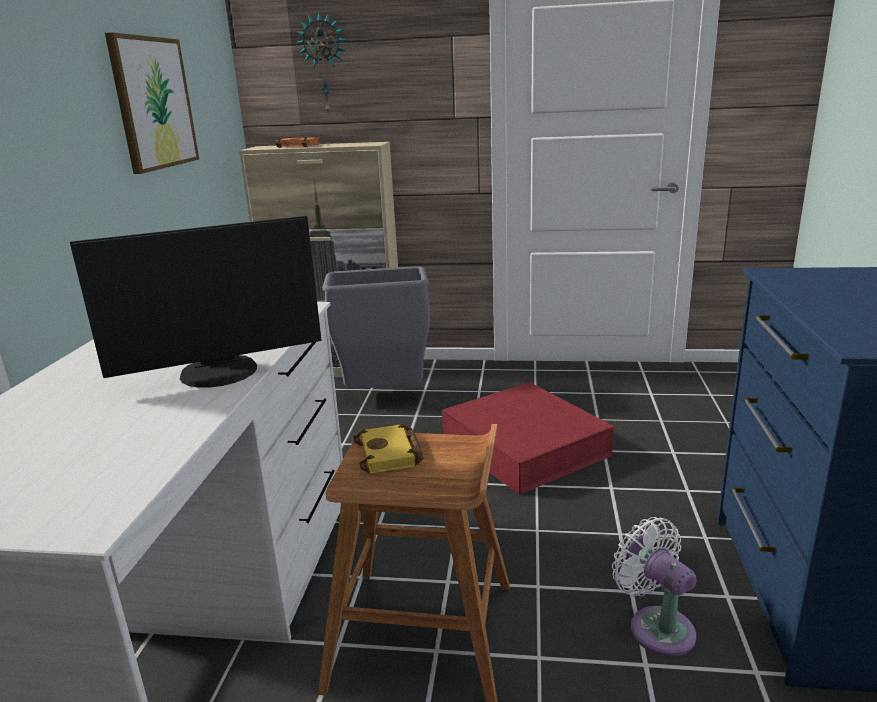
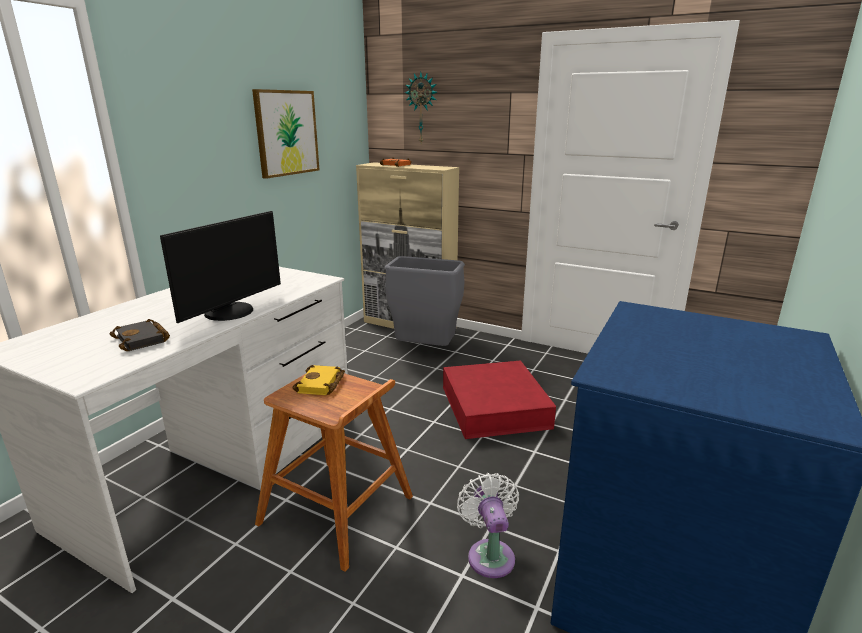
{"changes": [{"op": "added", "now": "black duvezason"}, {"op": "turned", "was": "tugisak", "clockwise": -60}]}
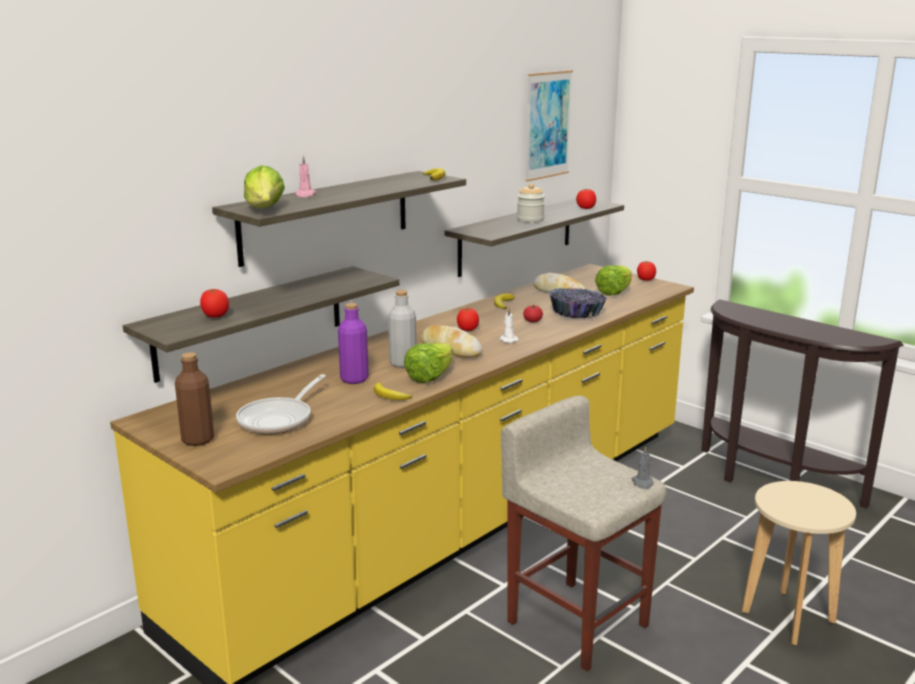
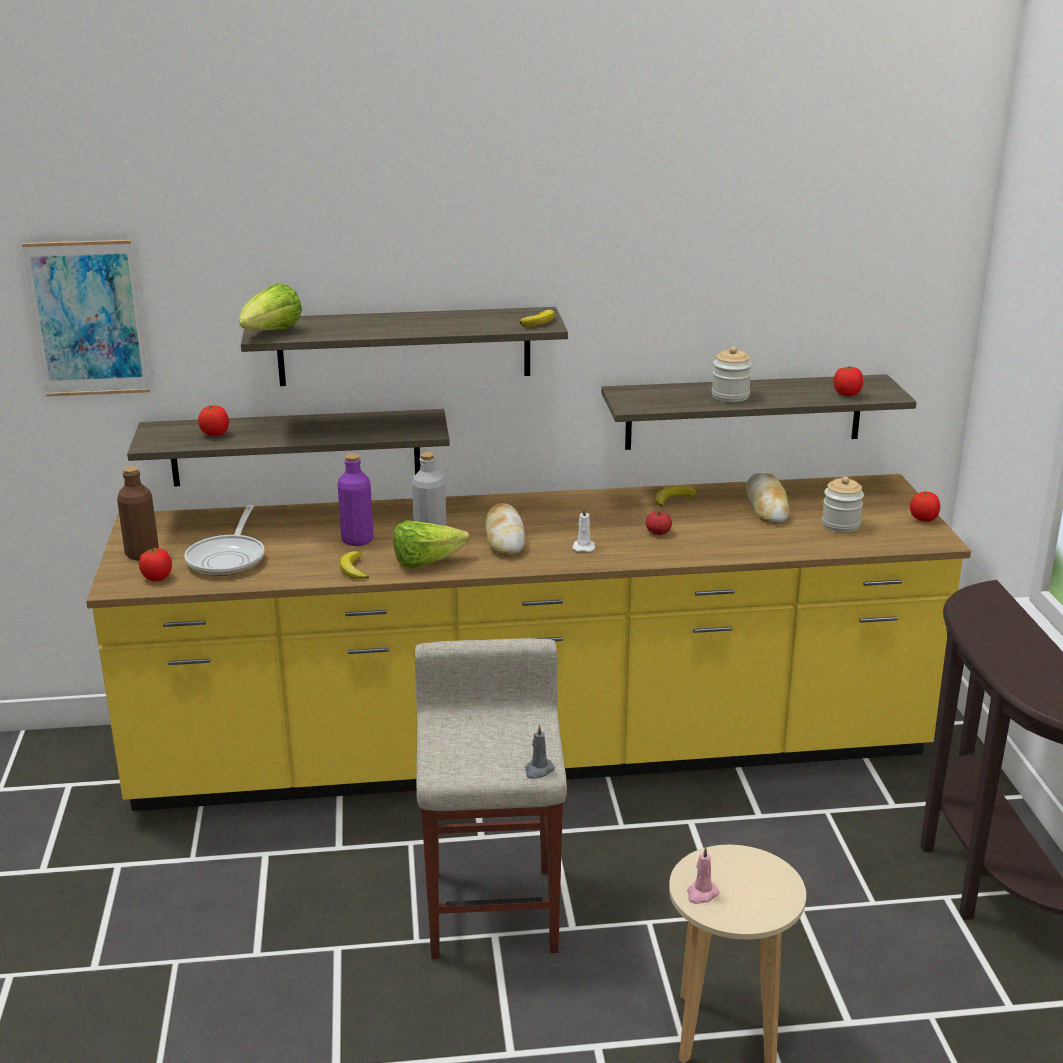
{"changes": [{"op": "removed", "was": "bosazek"}, {"op": "moved", "was": "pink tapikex"}, {"op": "moved", "was": "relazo (2nd from left in the first image)", "now": "relazo (1st from left)"}, {"op": "moved", "was": "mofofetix"}, {"op": "replaced", "was": "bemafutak (3rd from left)", "now": "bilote (2nd from left)"}, {"op": "turned", "was": "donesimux", "clockwise": -60}]}
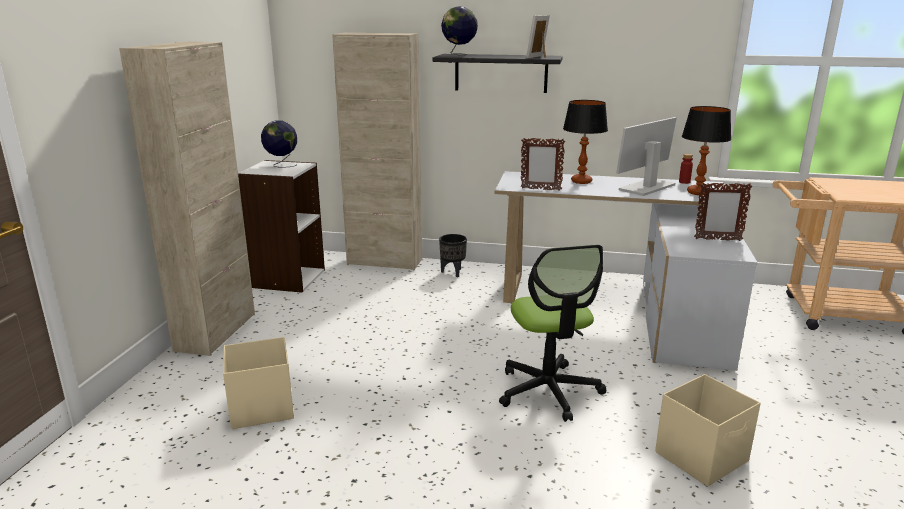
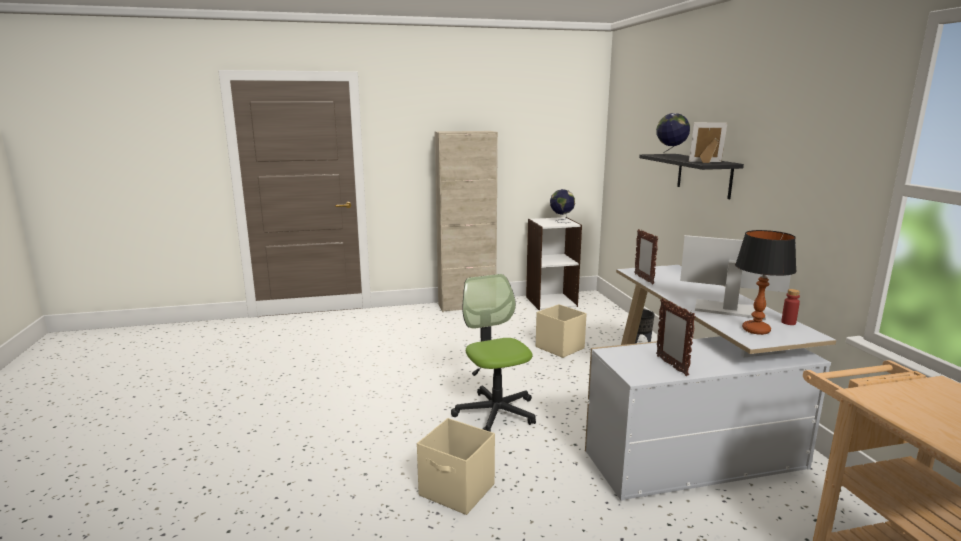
{"changes": [{"op": "removed", "was": "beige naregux (2nd from left)"}, {"op": "removed", "was": "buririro (1st from left)"}, {"op": "moved", "was": "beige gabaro (1st from left in the first image)", "now": "beige gabaro (2nd from left)"}, {"op": "turned", "was": "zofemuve", "clockwise": 105}]}
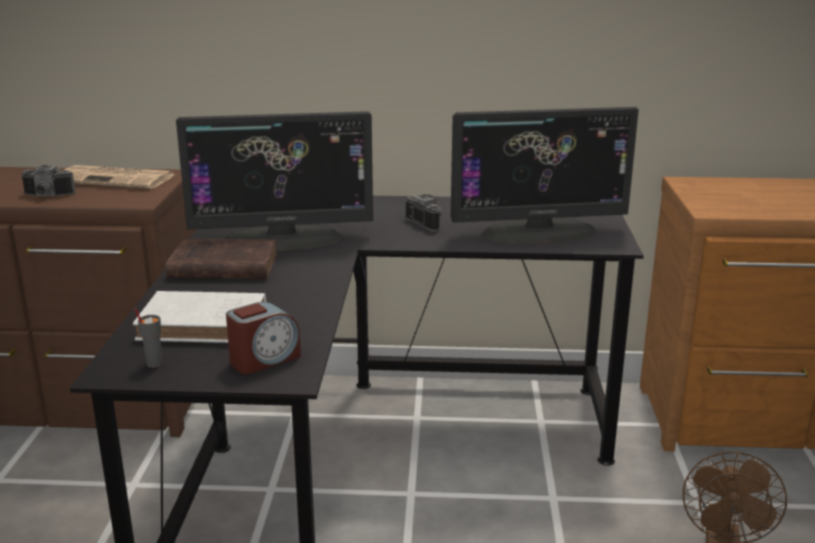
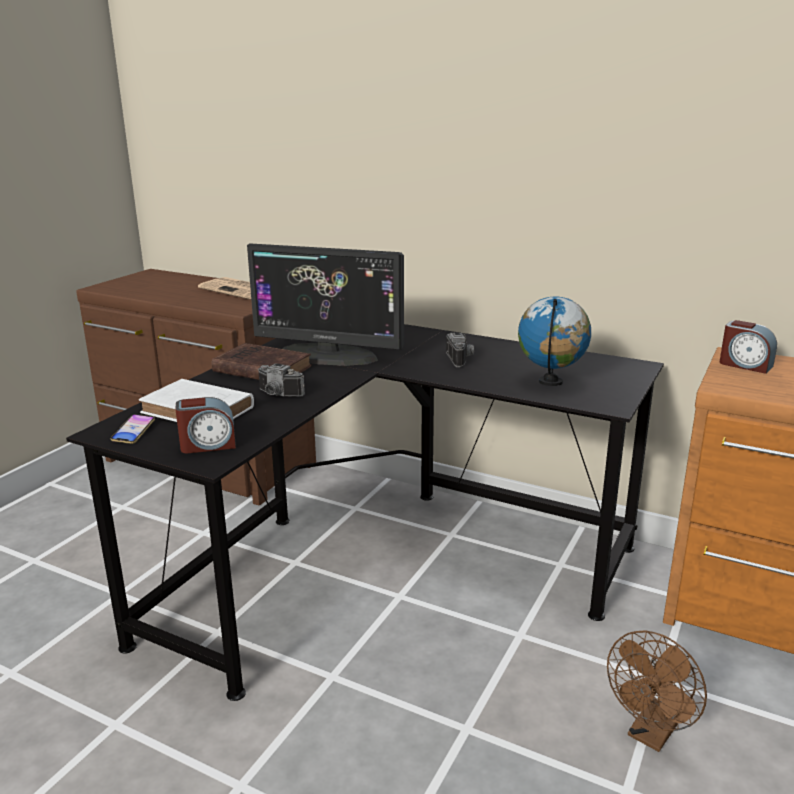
{"changes": [{"op": "added", "now": "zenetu (2nd from left)"}, {"op": "moved", "was": "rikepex (1st from left)"}, {"op": "replaced", "was": "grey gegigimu", "now": "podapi"}, {"op": "replaced", "was": "tugisak (2nd from left)", "now": "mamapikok"}]}
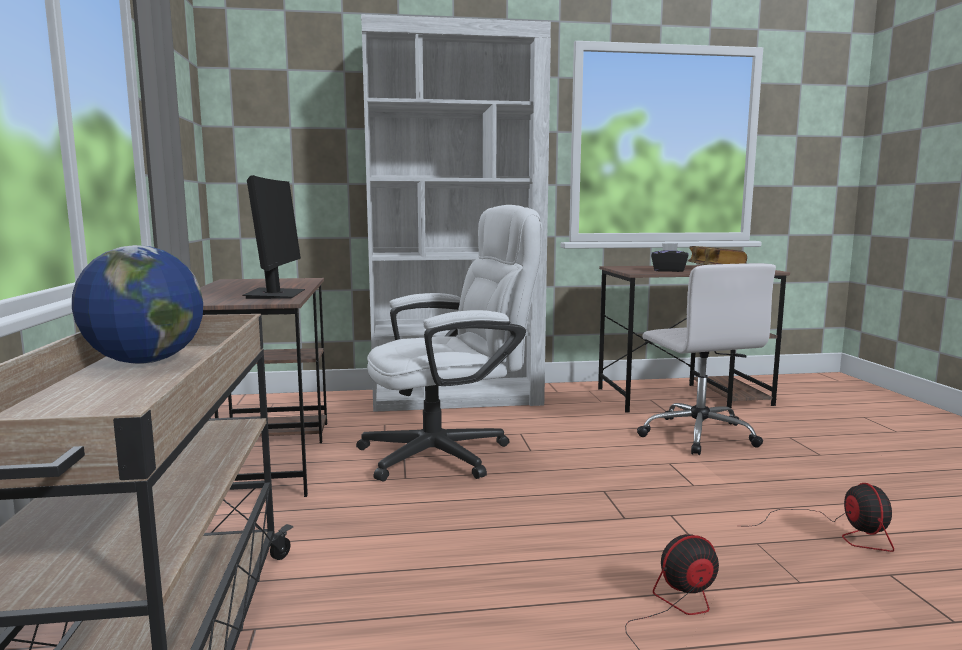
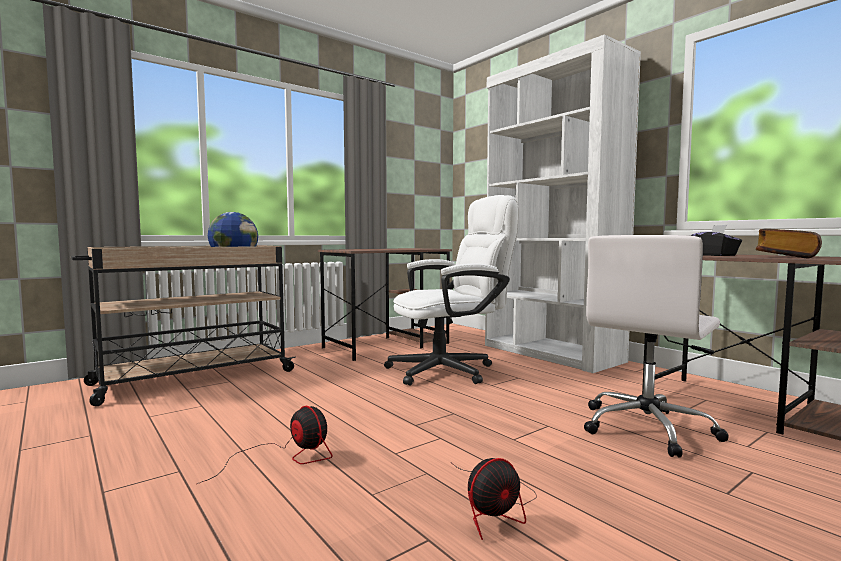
{"changes": [{"op": "removed", "was": "tugisak"}, {"op": "turned", "was": "white zofemuve (1st from left)", "clockwise": -60}]}
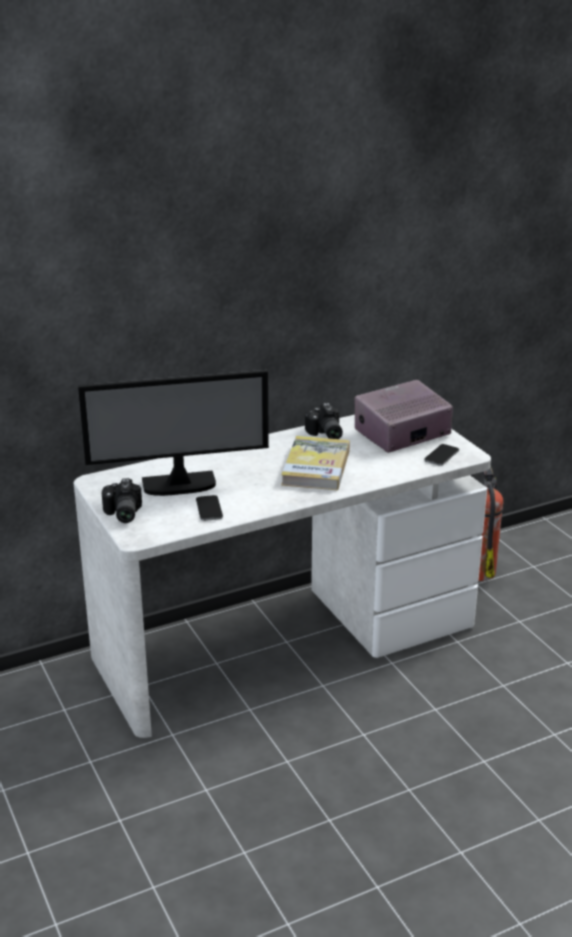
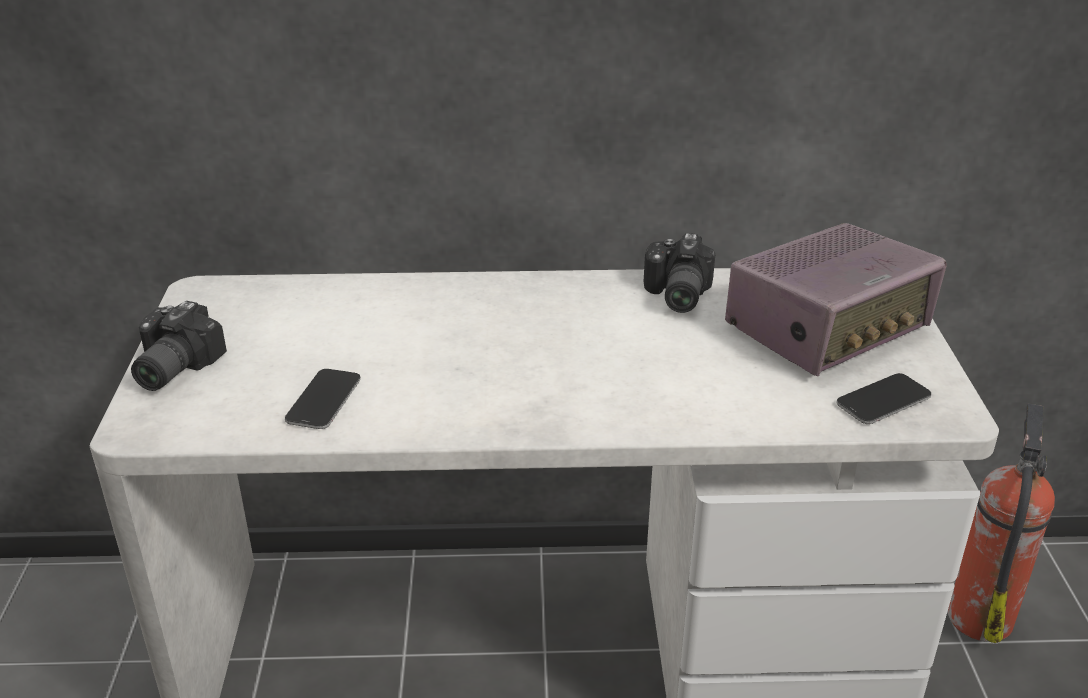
{"changes": [{"op": "removed", "was": "tugisak"}, {"op": "removed", "was": "duvezason"}, {"op": "turned", "was": "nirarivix", "clockwise": 150}]}
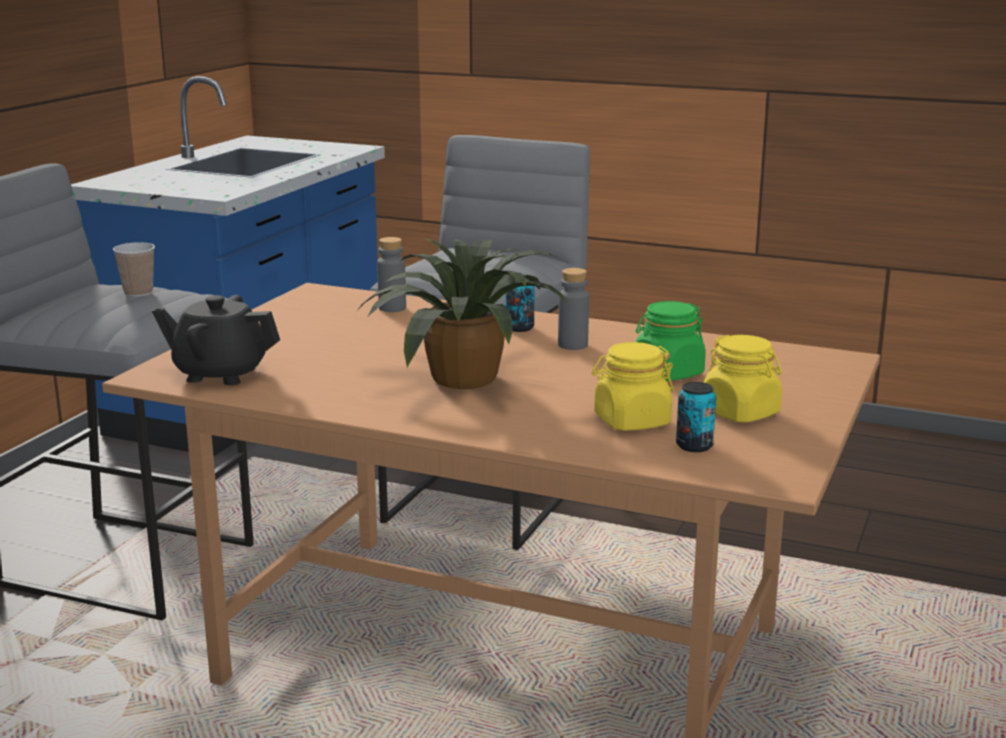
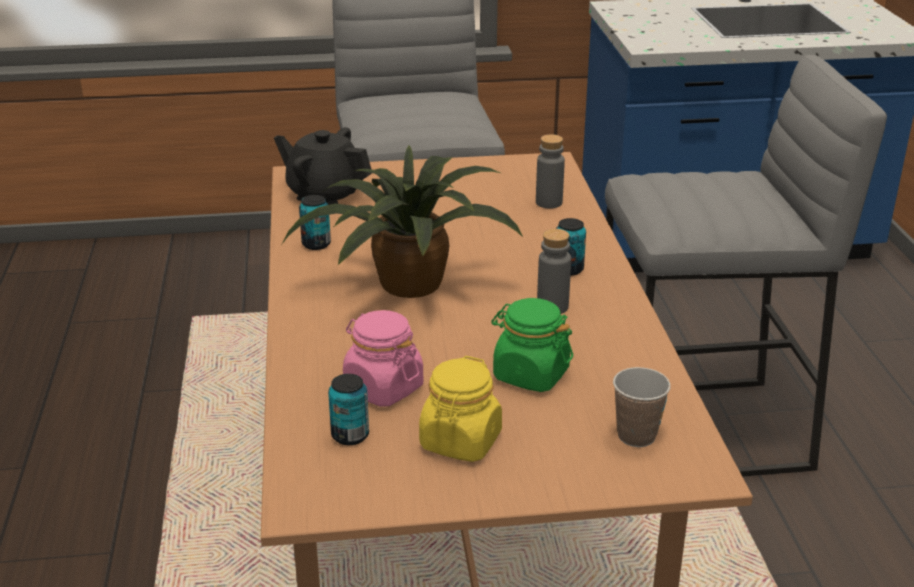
{"changes": [{"op": "added", "now": "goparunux (1st from left)"}, {"op": "moved", "was": "gegigimu"}, {"op": "recoloured", "was": "yellow bilote (1st from left)", "now": "pink bilote"}, {"op": "turned", "was": "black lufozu", "clockwise": -45}]}
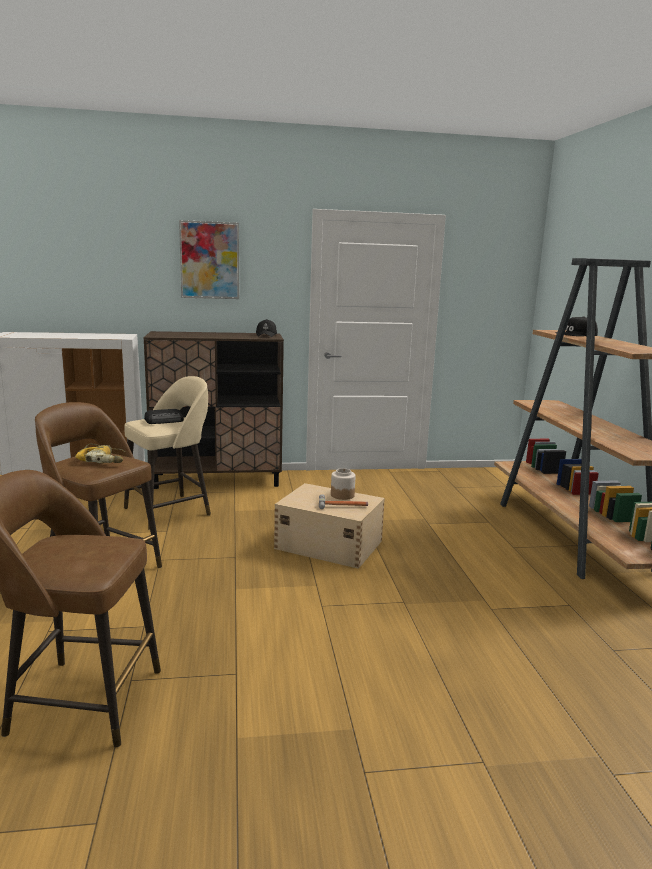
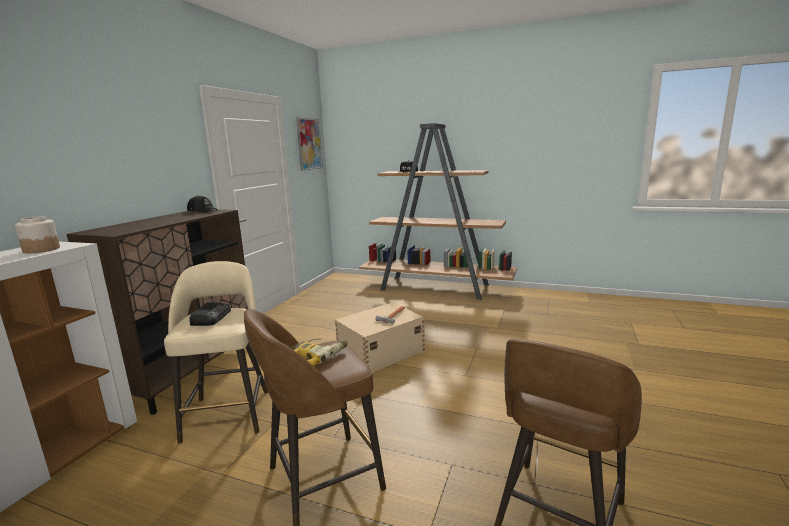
{"changes": [{"op": "moved", "was": "mofofetix"}, {"op": "moved", "was": "bilote"}]}
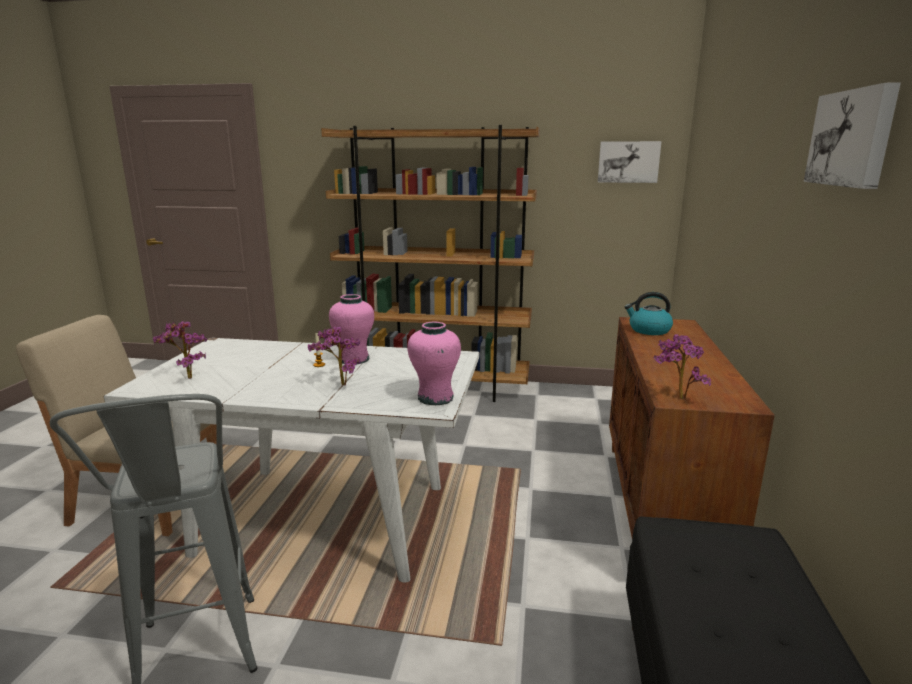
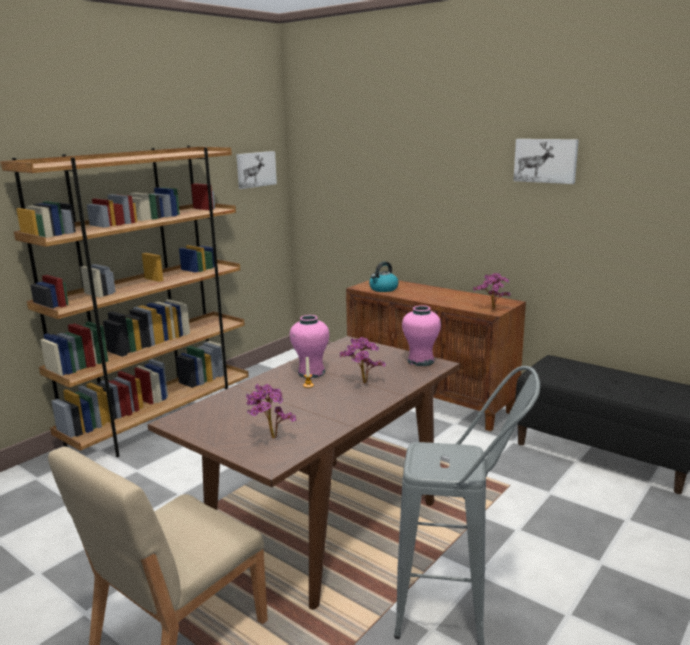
{"changes": [{"op": "recoloured", "was": "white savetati", "now": "brown savetati"}]}
